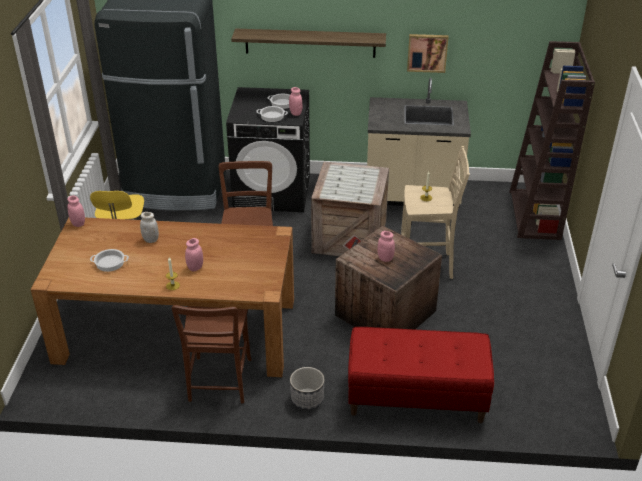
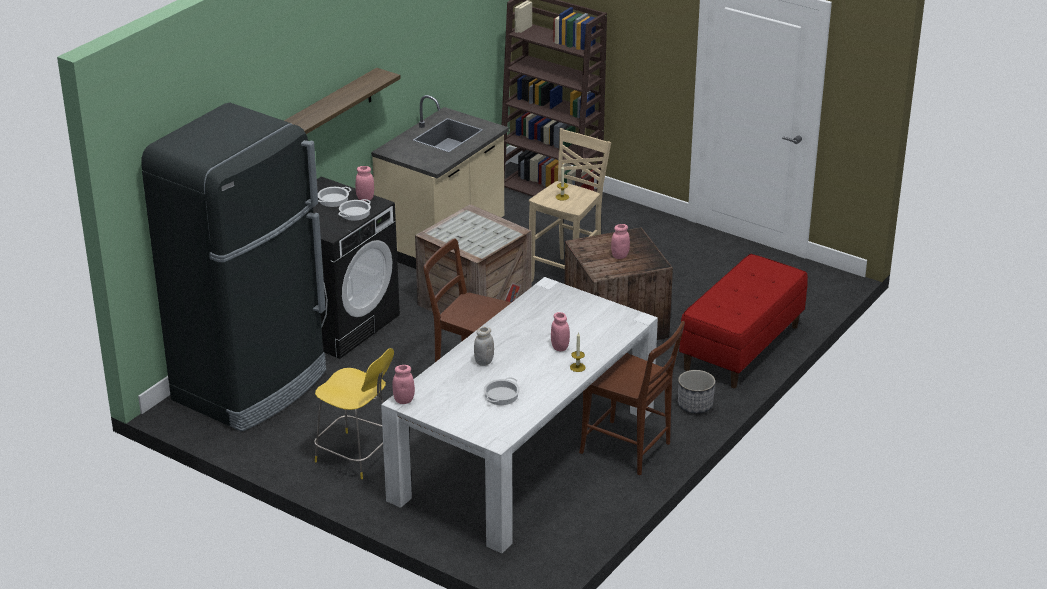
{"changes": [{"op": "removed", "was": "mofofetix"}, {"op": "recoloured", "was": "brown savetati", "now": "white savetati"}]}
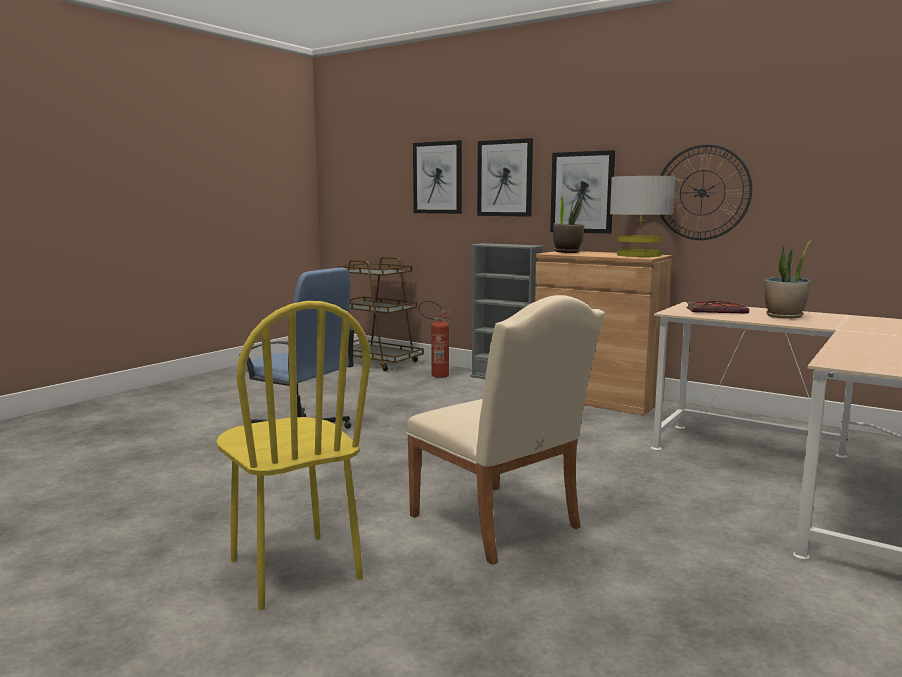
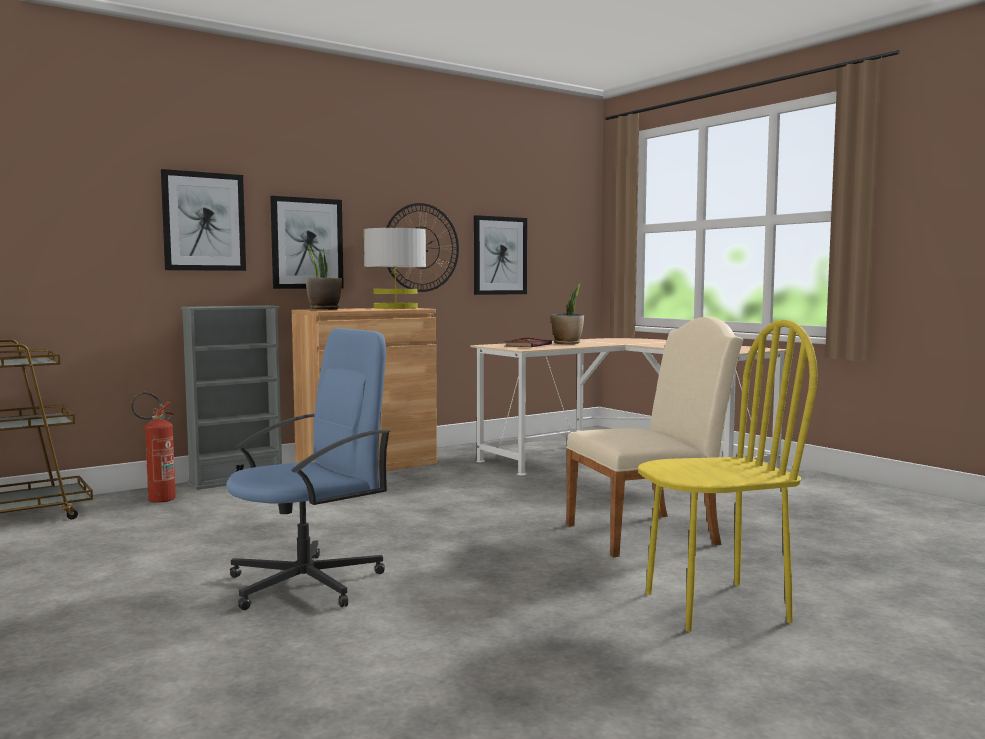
{"changes": [{"op": "moved", "was": "mofofetix (1st from left in the first image)", "now": "mofofetix (3rd from left)"}]}
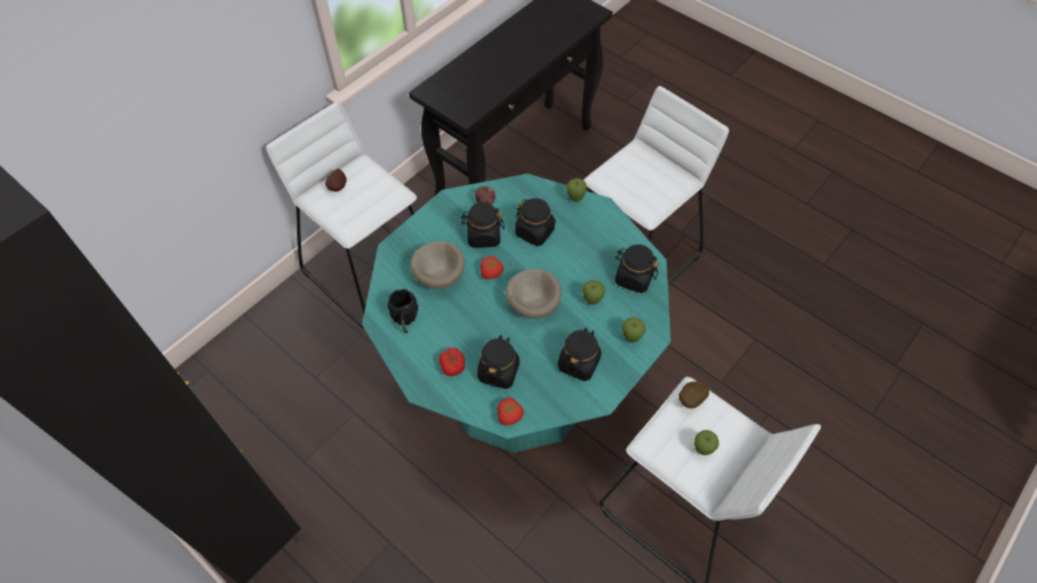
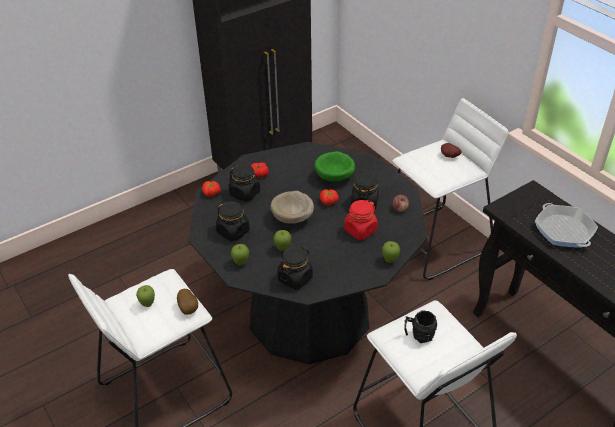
{"changes": [{"op": "added", "now": "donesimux"}, {"op": "moved", "was": "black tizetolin"}, {"op": "recoloured", "was": "turquoise savetati", "now": "black savetati"}, {"op": "recoloured", "was": "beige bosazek (1st from left)", "now": "green bosazek"}, {"op": "recoloured", "was": "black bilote (3rd from left)", "now": "red bilote"}]}
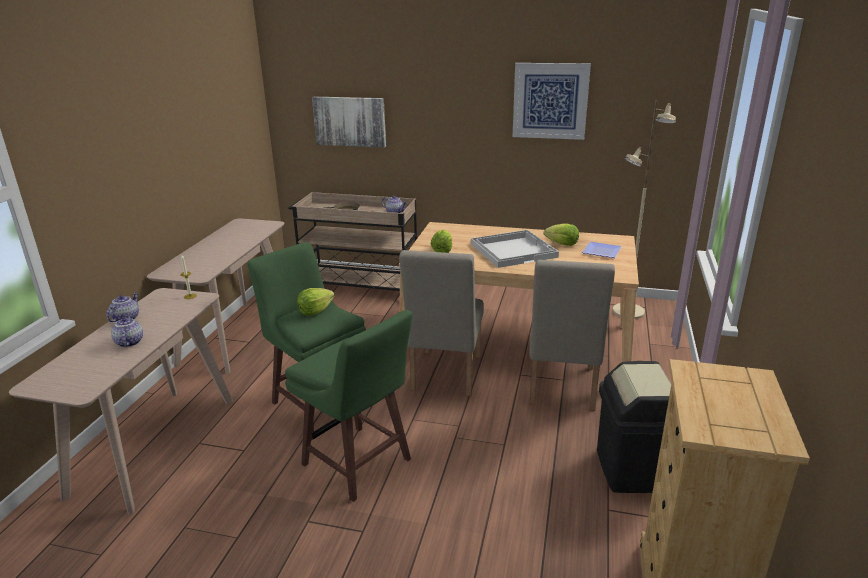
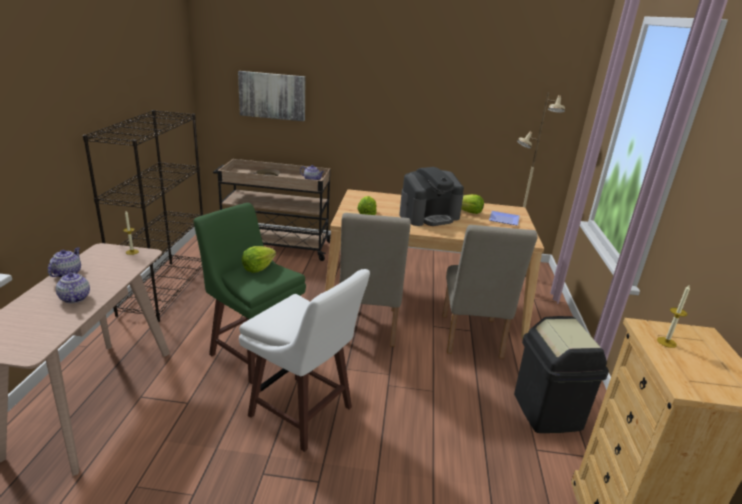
{"changes": [{"op": "removed", "was": "mofofetix (2nd from left)"}, {"op": "added", "now": "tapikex (2nd from left)"}, {"op": "replaced", "was": "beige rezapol (2nd from left)", "now": "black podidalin"}, {"op": "replaced", "was": "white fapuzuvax", "now": "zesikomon"}, {"op": "recoloured", "was": "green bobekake (2nd from left)", "now": "white bobekake"}]}
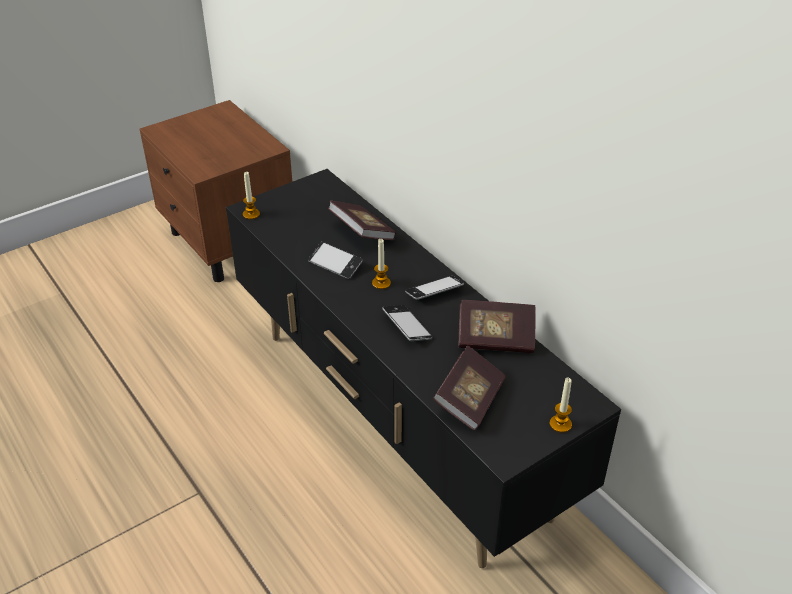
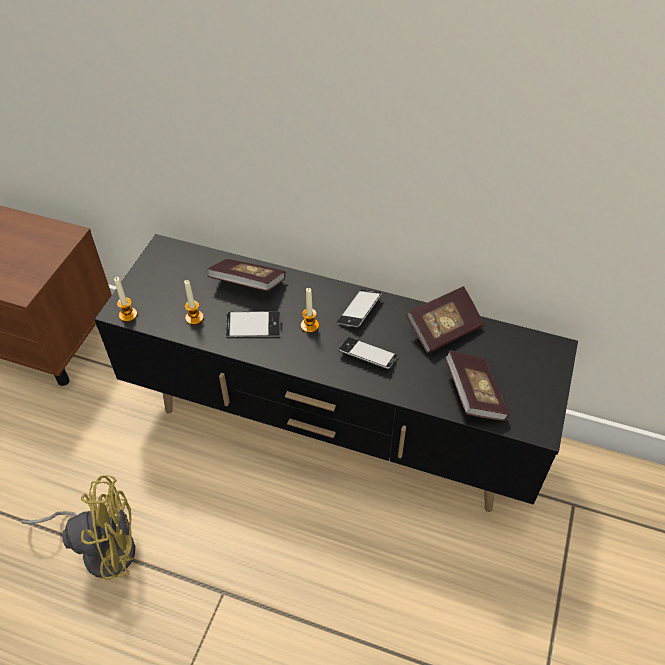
{"changes": [{"op": "added", "now": "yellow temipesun"}, {"op": "moved", "was": "tapikex (3rd from left in the first image)", "now": "tapikex (2nd from left)"}]}
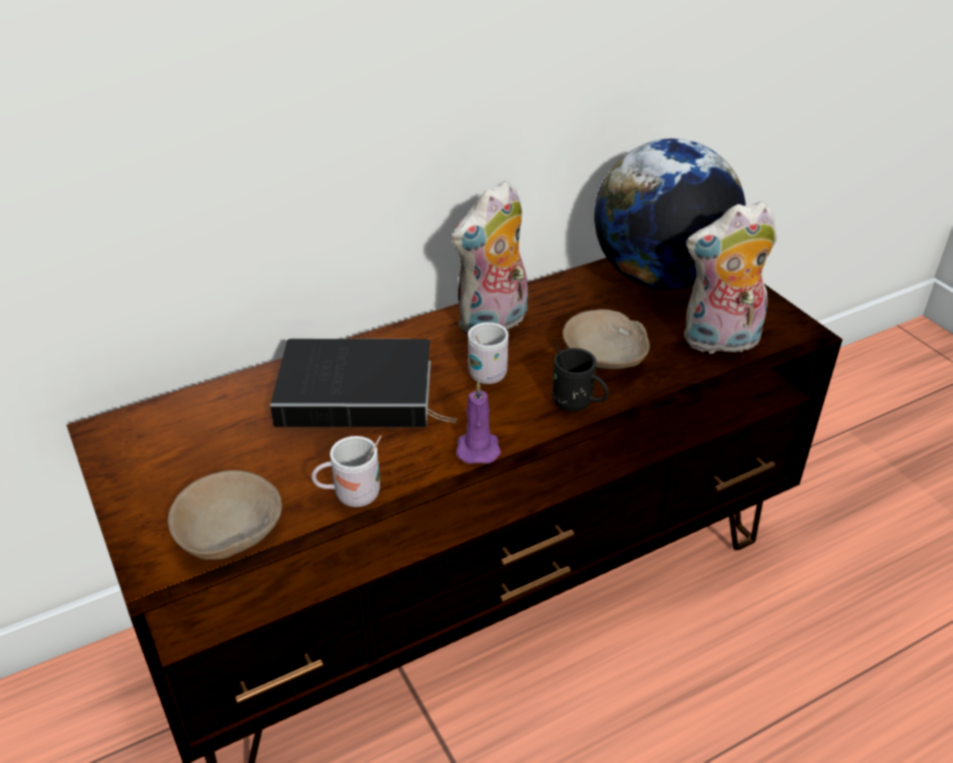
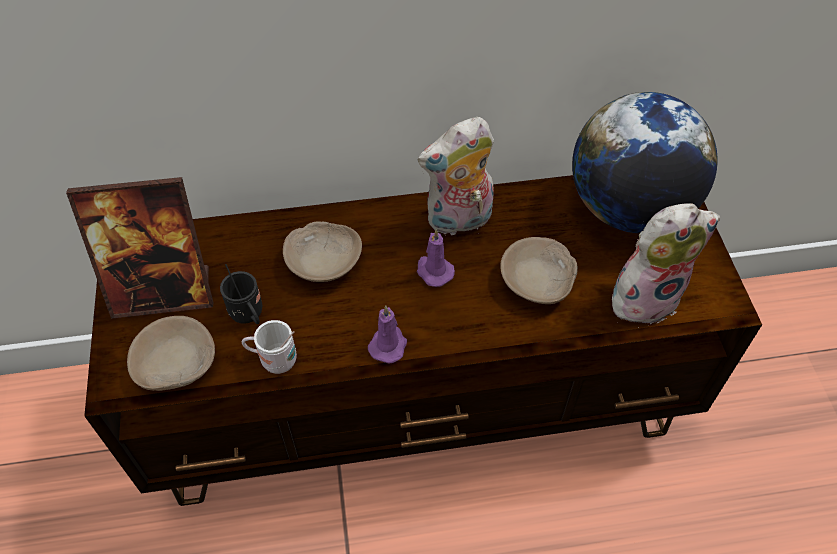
{"changes": [{"op": "added", "now": "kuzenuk"}, {"op": "moved", "was": "black tizetolin"}, {"op": "replaced", "was": "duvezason", "now": "beige bosazek (2nd from left)"}, {"op": "replaced", "was": "white tizetolin (2nd from left)", "now": "purple tapikex (2nd from left)"}, {"op": "turned", "was": "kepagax (2nd from left)", "clockwise": 150}]}
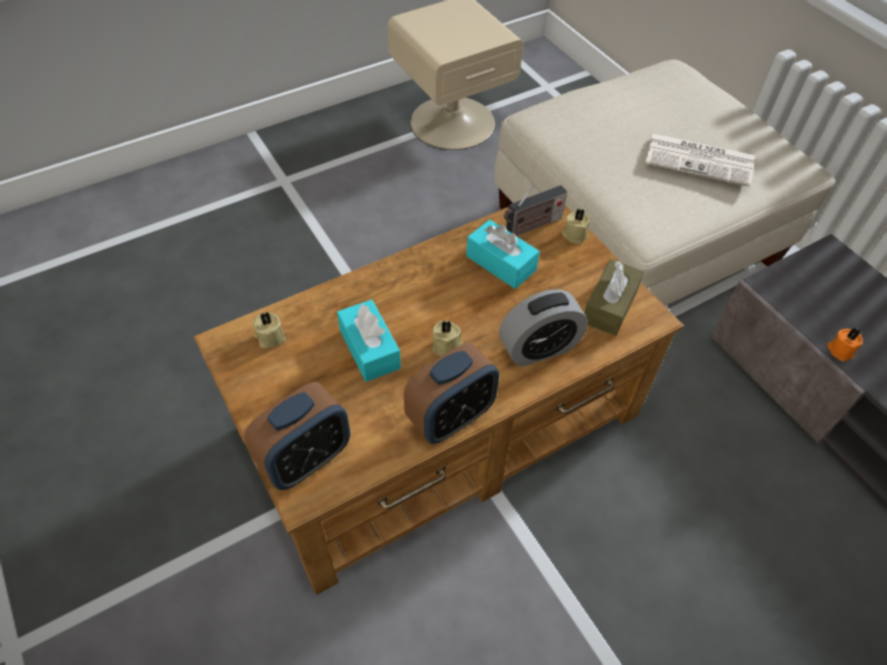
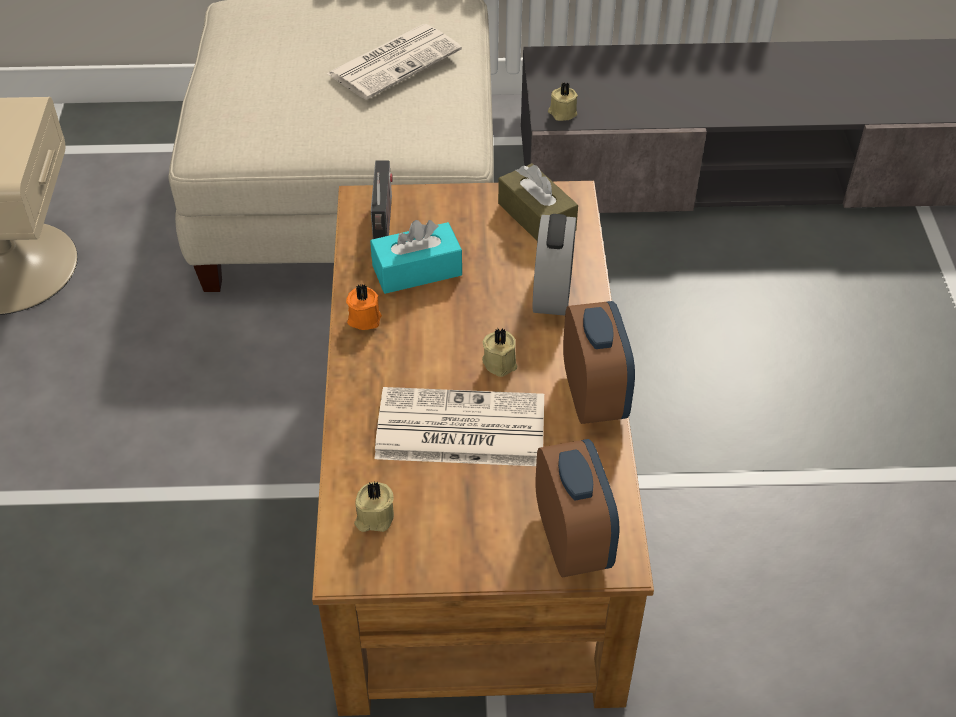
{"changes": [{"op": "moved", "was": "beige tapikex (3rd from left)"}, {"op": "moved", "was": "orange tapikex"}, {"op": "replaced", "was": "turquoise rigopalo (1st from left)", "now": "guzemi (2nd from left)"}]}
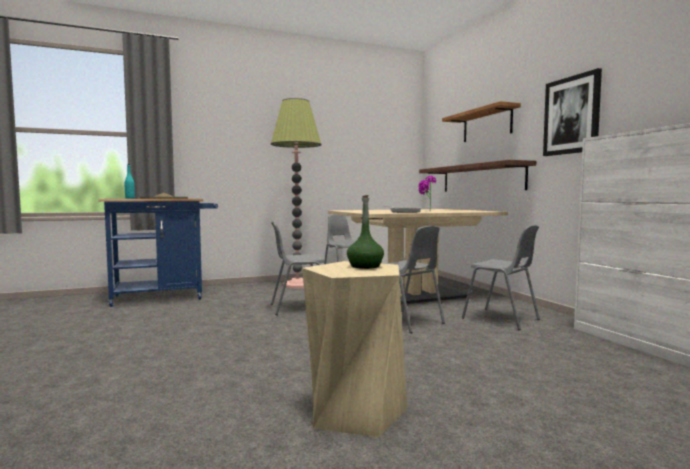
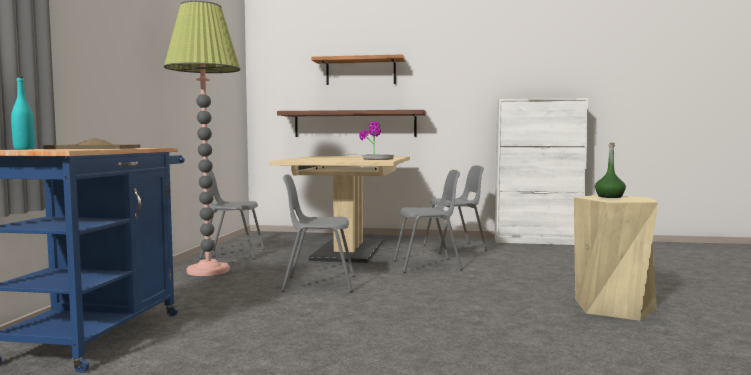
{"changes": [{"op": "removed", "was": "mofofetix"}, {"op": "turned", "was": "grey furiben (1st from left in the first image)", "clockwise": 75}]}
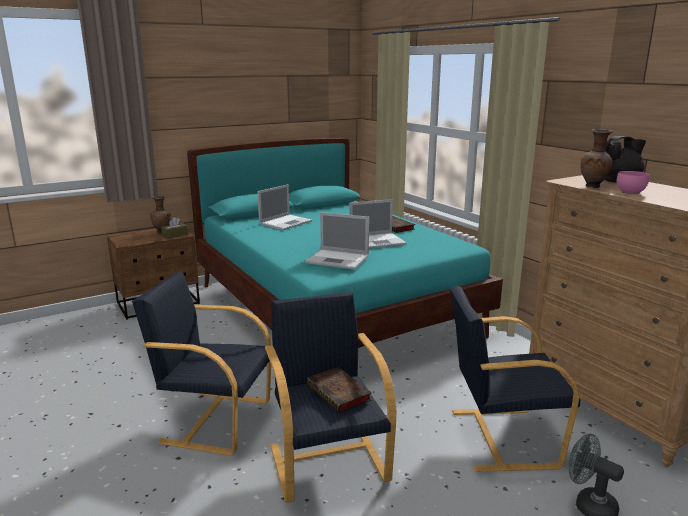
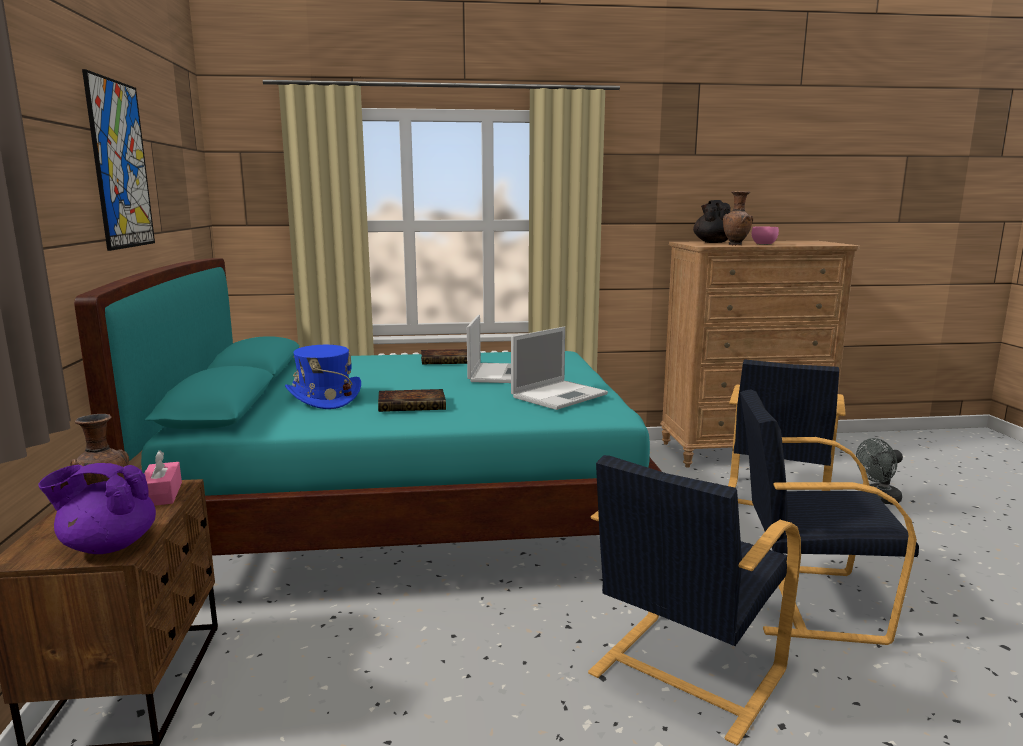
{"changes": [{"op": "added", "now": "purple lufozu"}, {"op": "added", "now": "mofofetix"}, {"op": "moved", "was": "duvezason (1st from left)"}, {"op": "replaced", "was": "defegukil (1st from left)", "now": "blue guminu"}, {"op": "recoloured", "was": "brown rigopalo", "now": "pink rigopalo"}]}
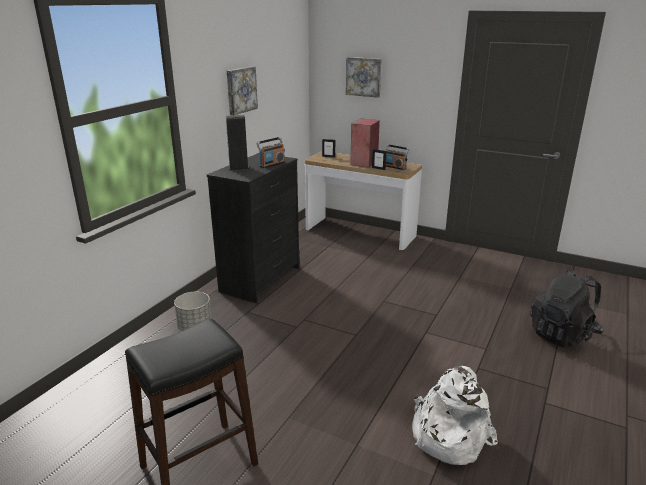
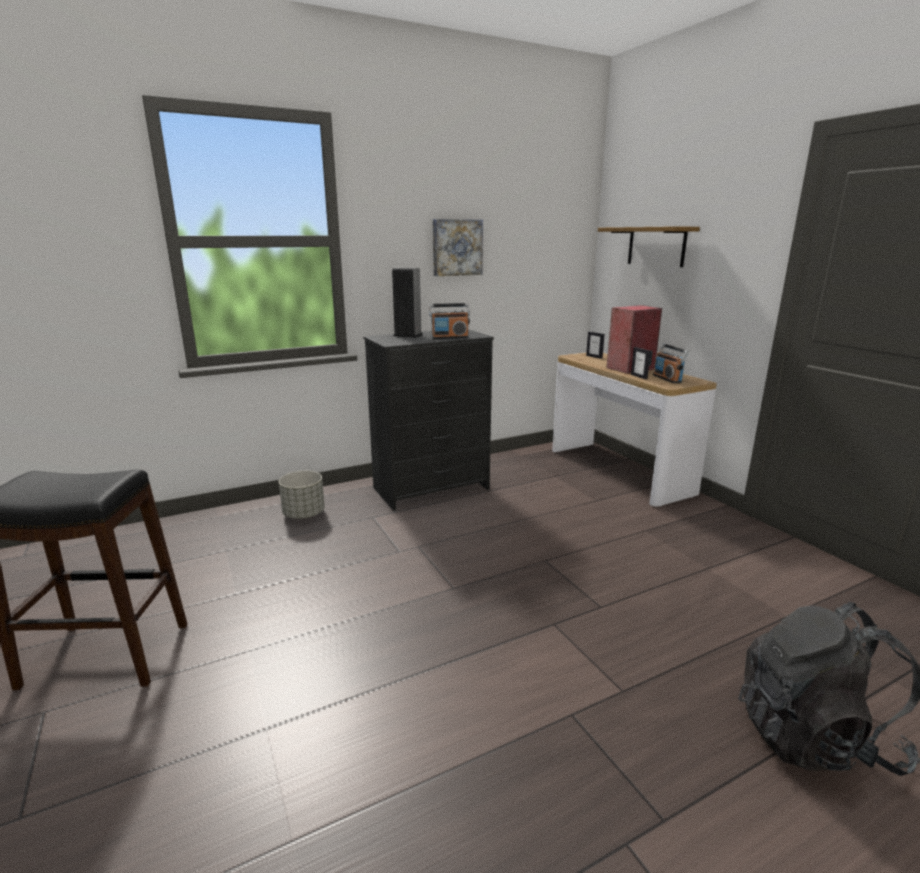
{"changes": [{"op": "removed", "was": "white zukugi"}, {"op": "replaced", "was": "mofofetix (2nd from left)", "now": "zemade"}]}
